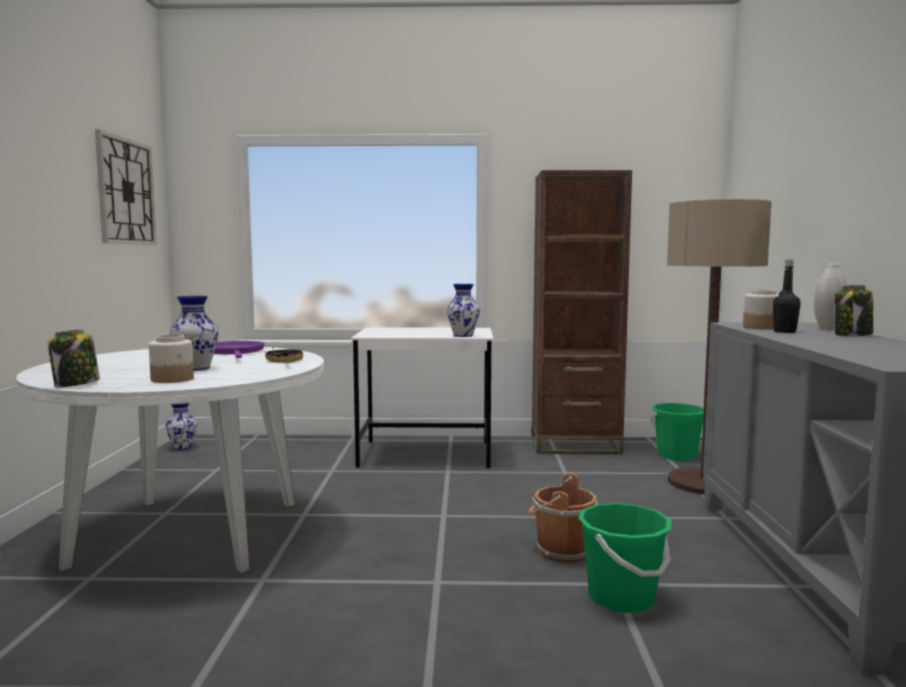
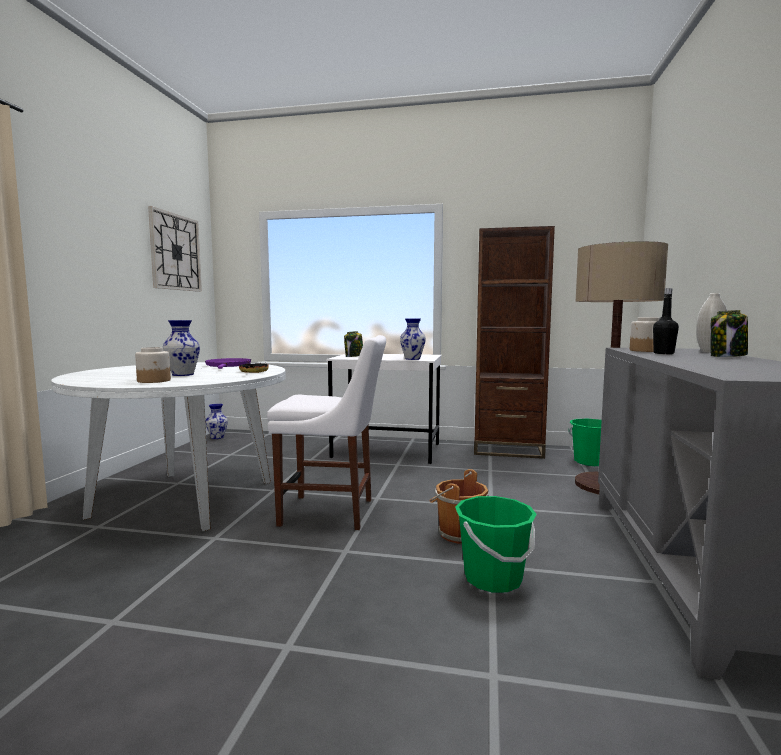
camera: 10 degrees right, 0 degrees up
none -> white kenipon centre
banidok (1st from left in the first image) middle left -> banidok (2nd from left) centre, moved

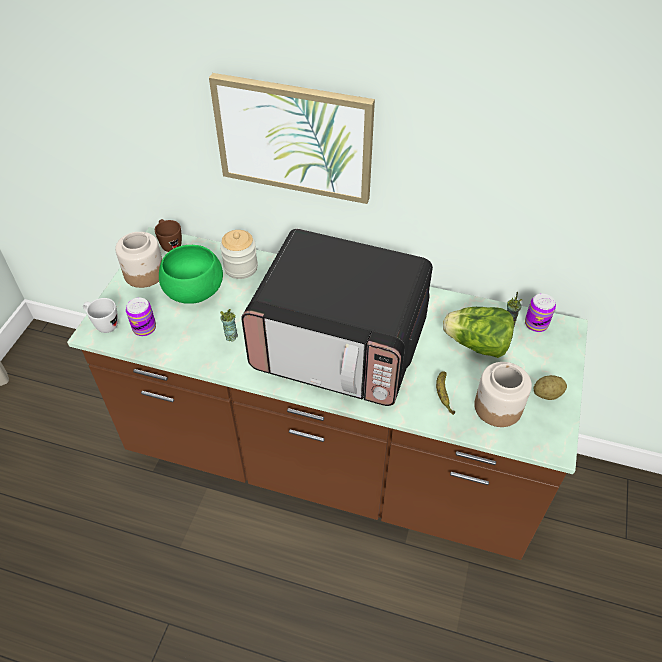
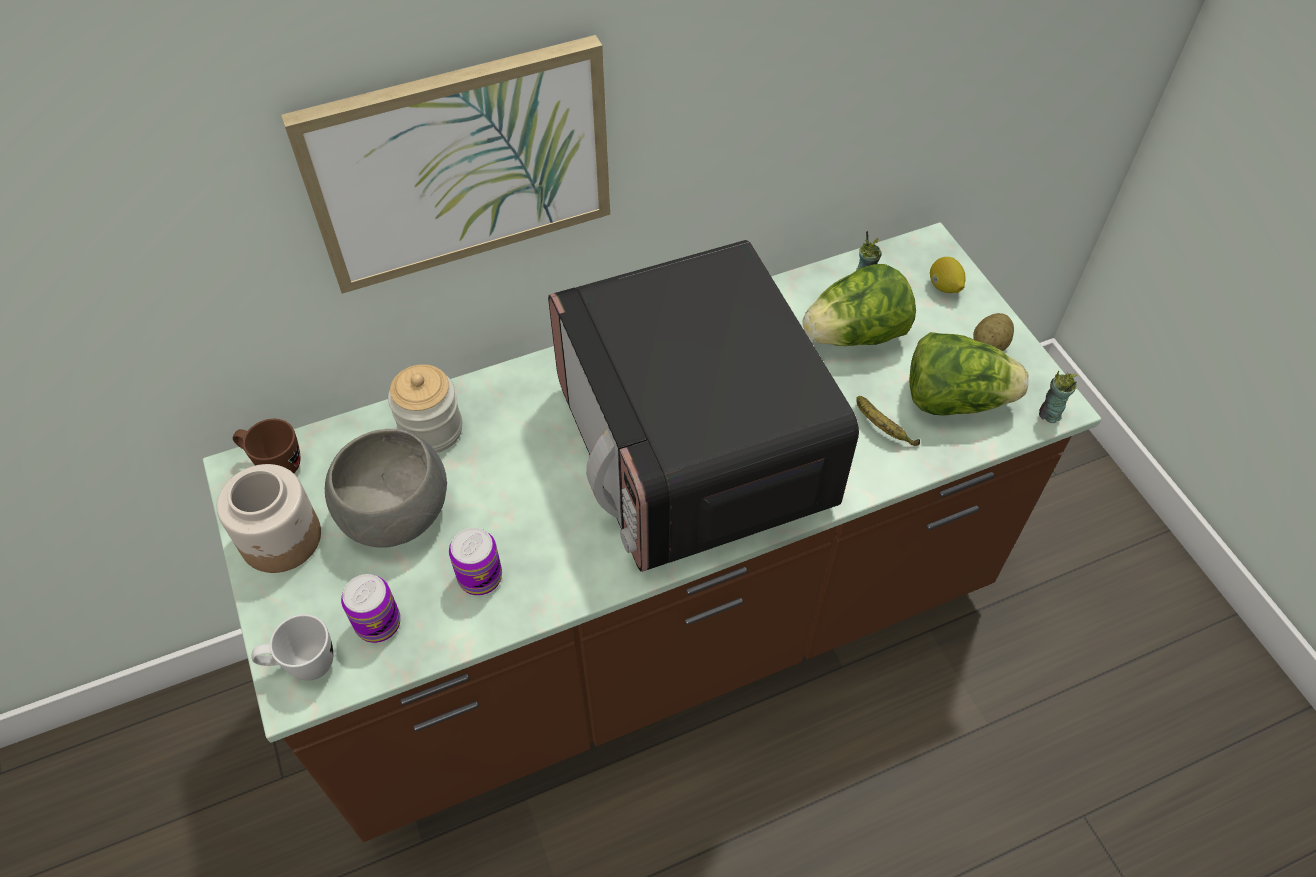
camera: 40 degrees left, 5 degrees up
none -> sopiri top right
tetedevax (1st from left in the first image) centre -> tetedevax (2nd from left) middle right, moved
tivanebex (2nd from left) middle right -> tivanebex (2nd from left) centre, moved
banidok (3rd from left) middle right -> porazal (2nd from left) middle right
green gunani middle left -> grey gunani middle left
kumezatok centre, 90 degrees clockwise

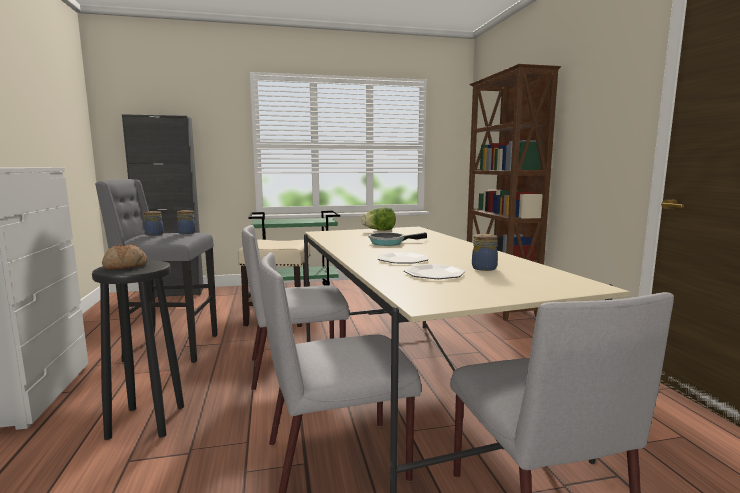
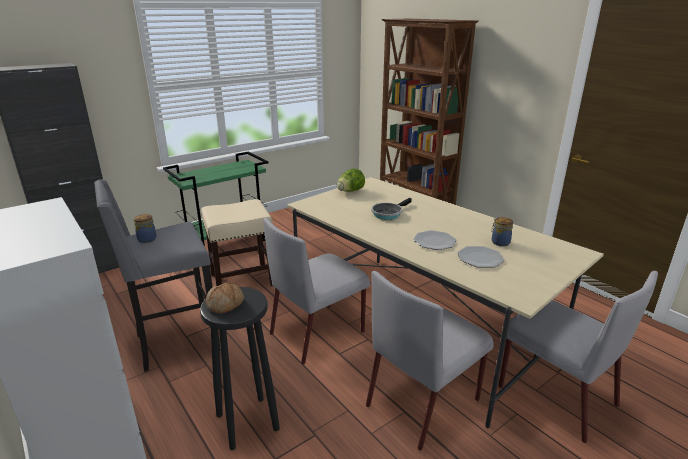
camera: 25 degrees left, 15 degrees up
banidok (2nd from left) middle left -> none

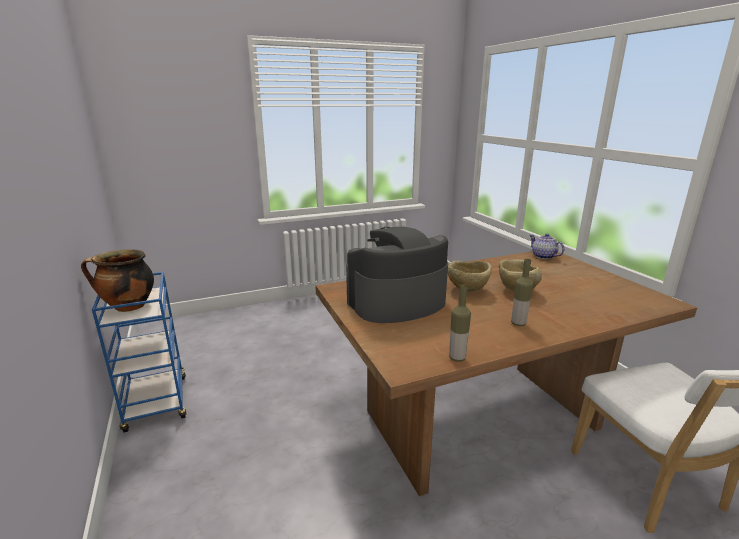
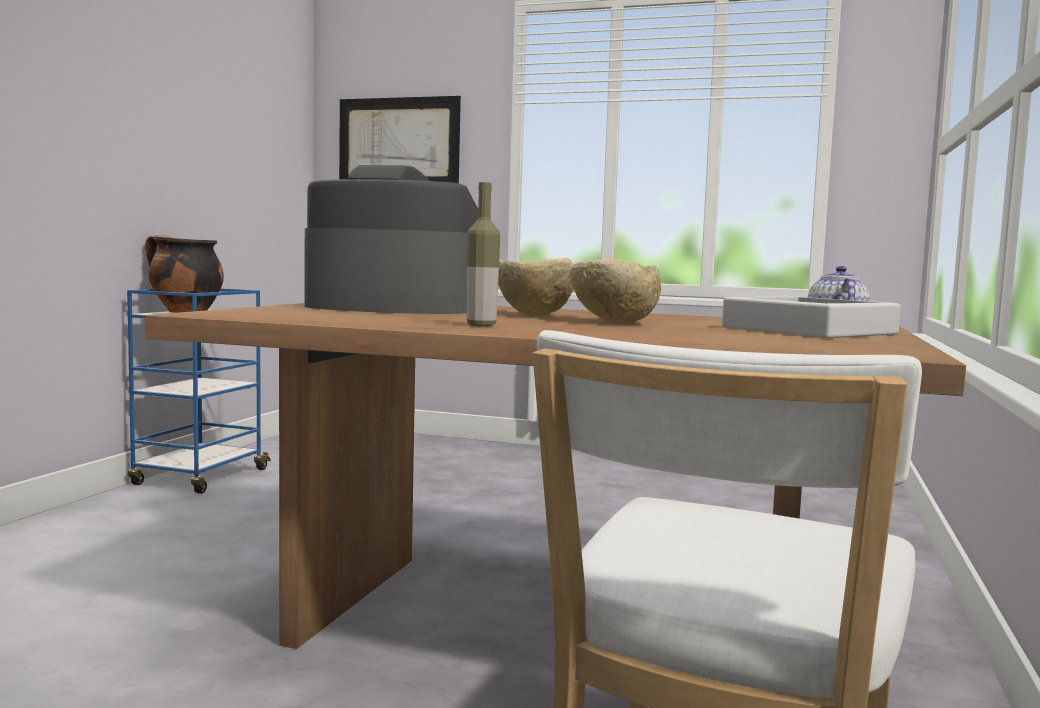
camera: 40 degrees right, 15 degrees down
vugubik (1st from left) centre -> none
none -> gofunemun top centre
none -> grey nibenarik middle right

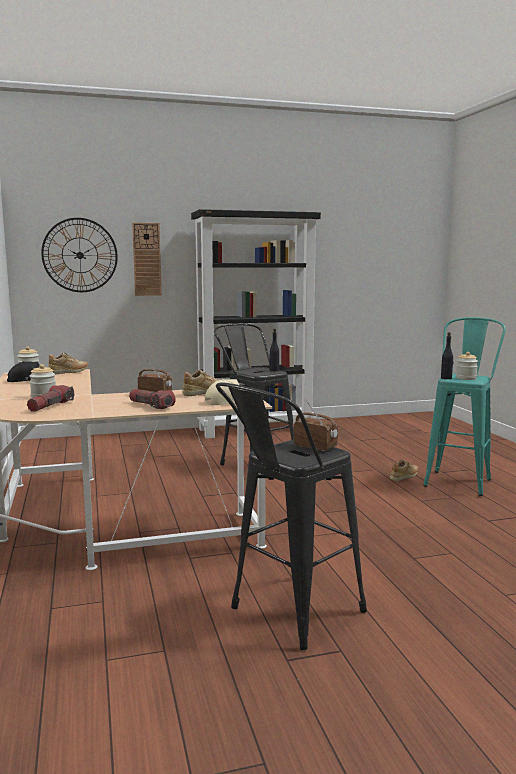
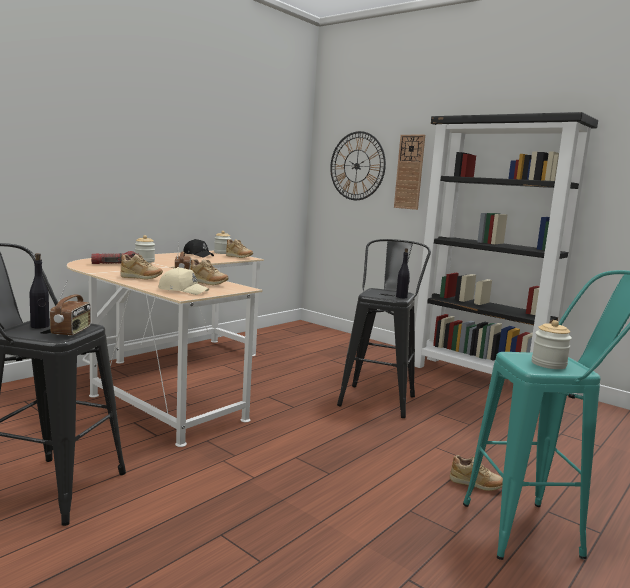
camera: 55 degrees right, 0 degrees up
black vugubik (2nd from left in the first image) middle right -> black vugubik (1st from left) middle left, moved
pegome (2nd from left) middle left -> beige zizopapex (1st from left) middle left

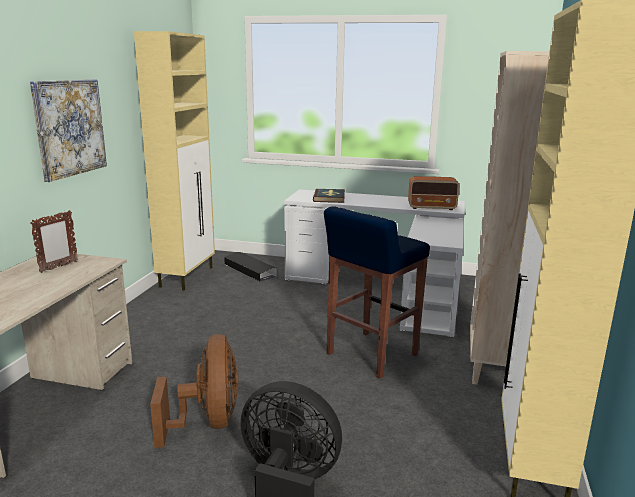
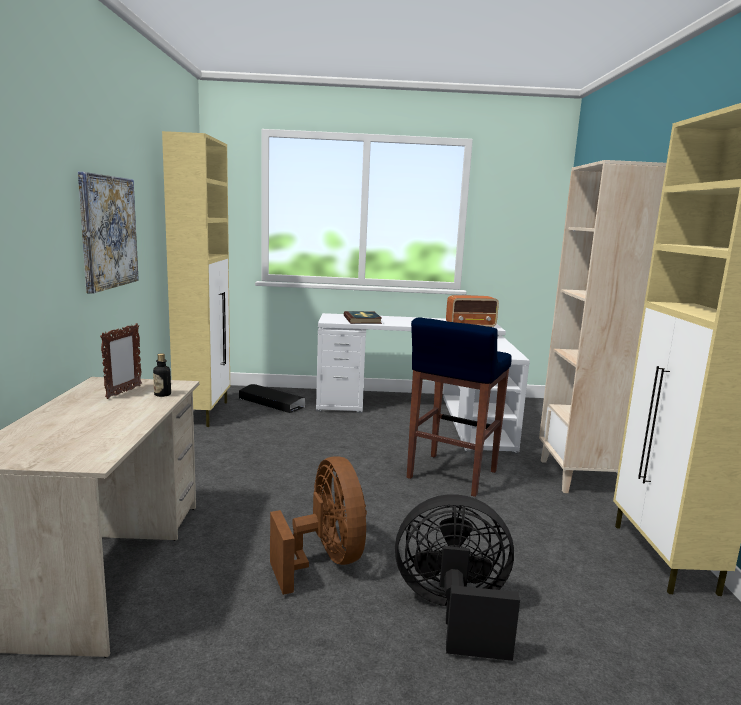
camera: 15 degrees left, 5 degrees down
none -> vugubik middle left

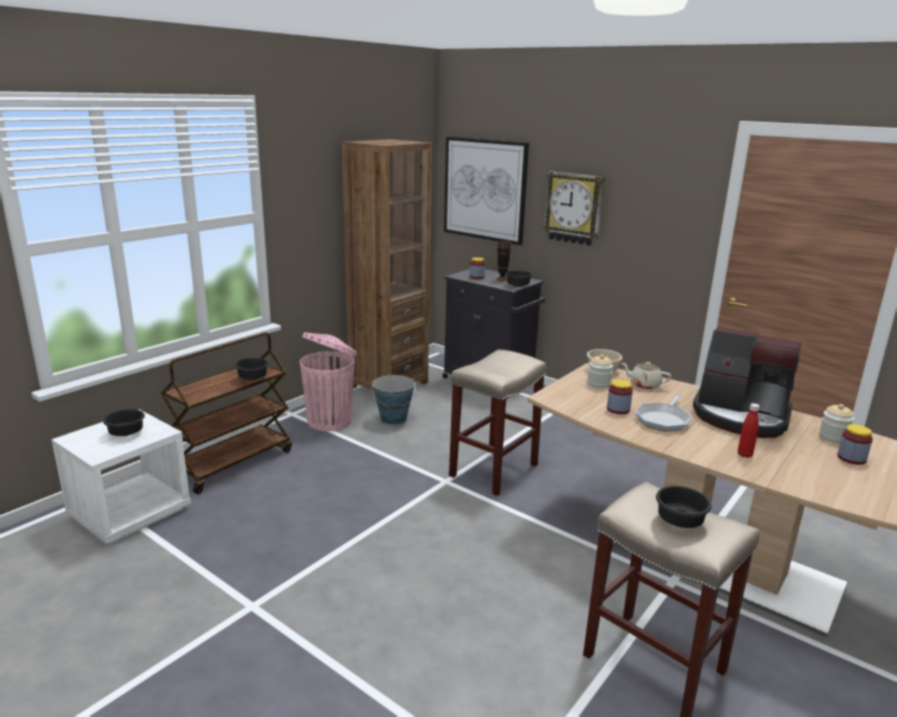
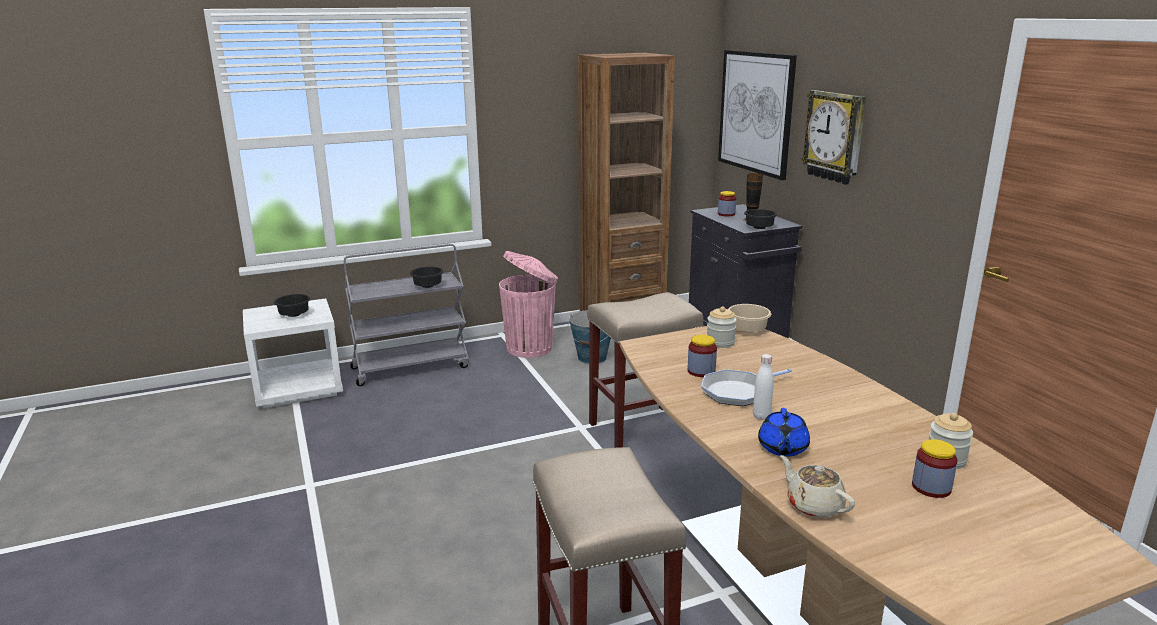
camera: 30 degrees right, 0 degrees up
black gunani (4th from left) bottom right -> none
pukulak middle right -> none
none -> white vugubik centre
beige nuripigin middle right -> beige nuripigin bottom right, moved
red vugubik middle right -> blue nuripigin bottom right
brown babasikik middle left -> grey babasikik centre

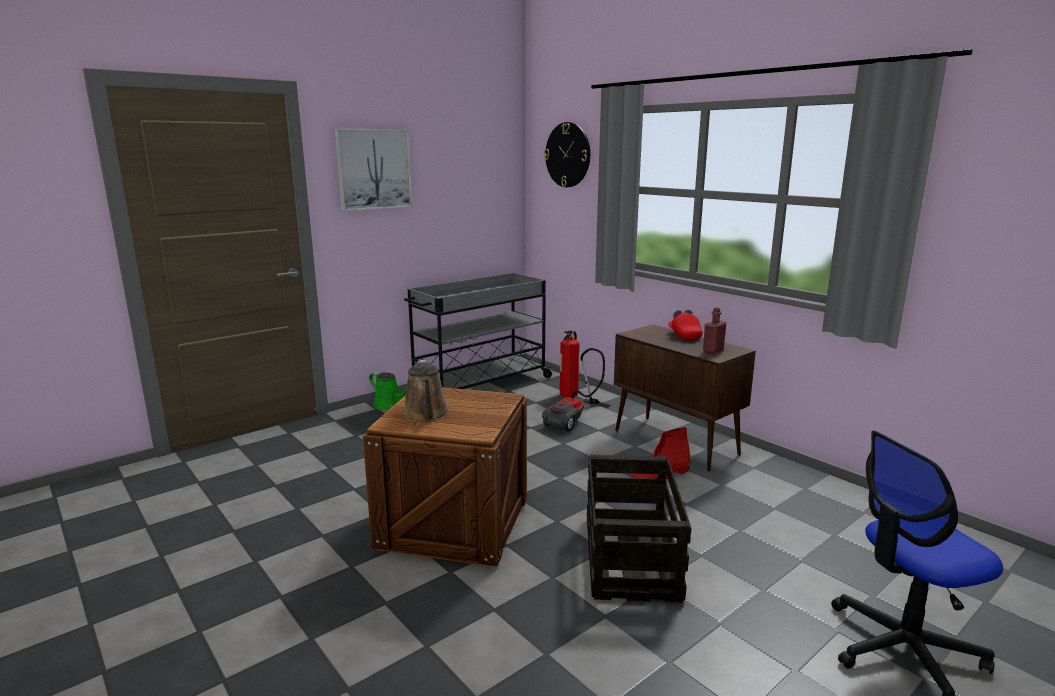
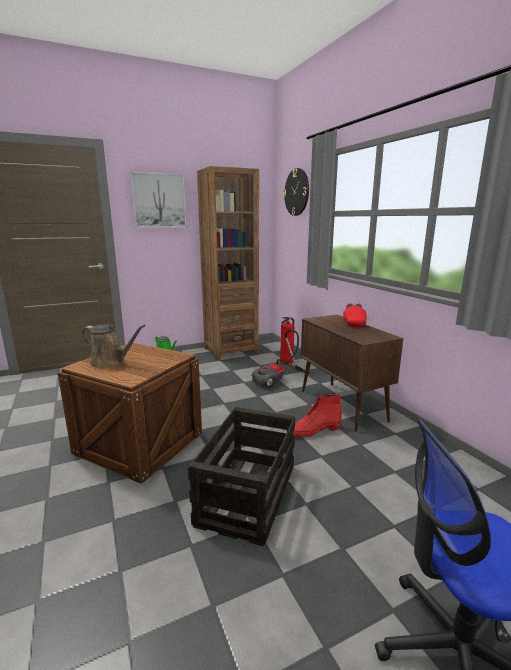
camera: 15 degrees right, 0 degrees up
red vugubik middle right -> none
grey babasikik centre -> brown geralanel centre
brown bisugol centre -> brown bisugol middle left, 75 degrees counterclockwise

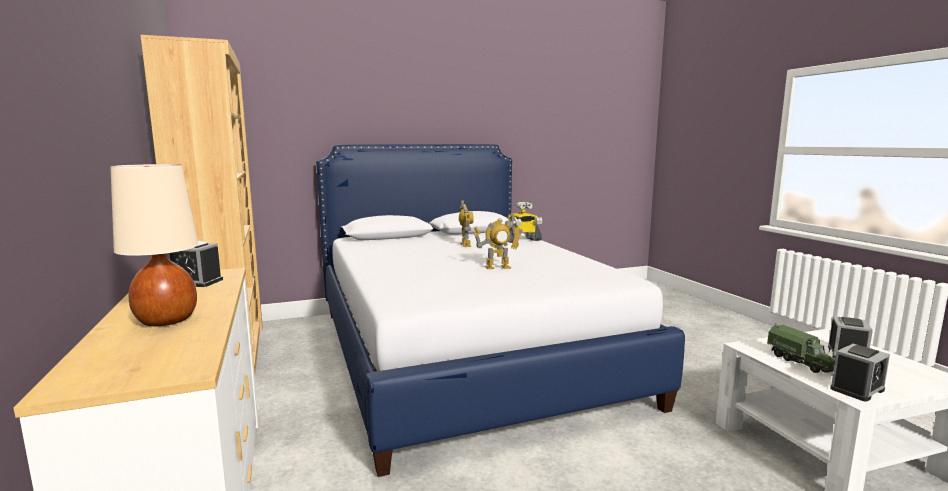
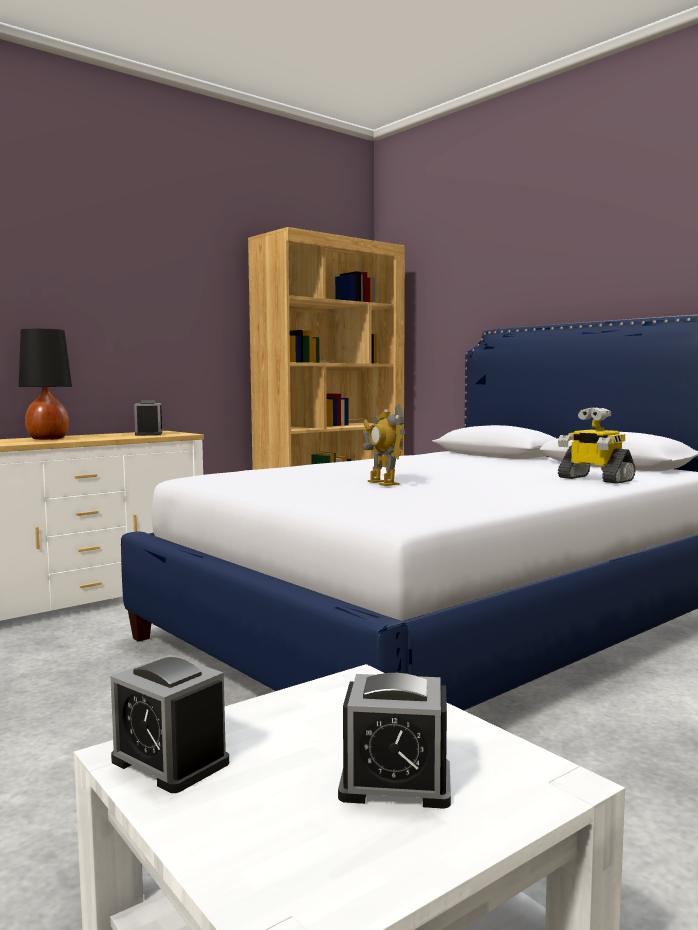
camera: 70 degrees right, 5 degrees down
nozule (1st from left) centre -> none
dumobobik bottom right -> none
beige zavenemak middle left -> black zavenemak middle left

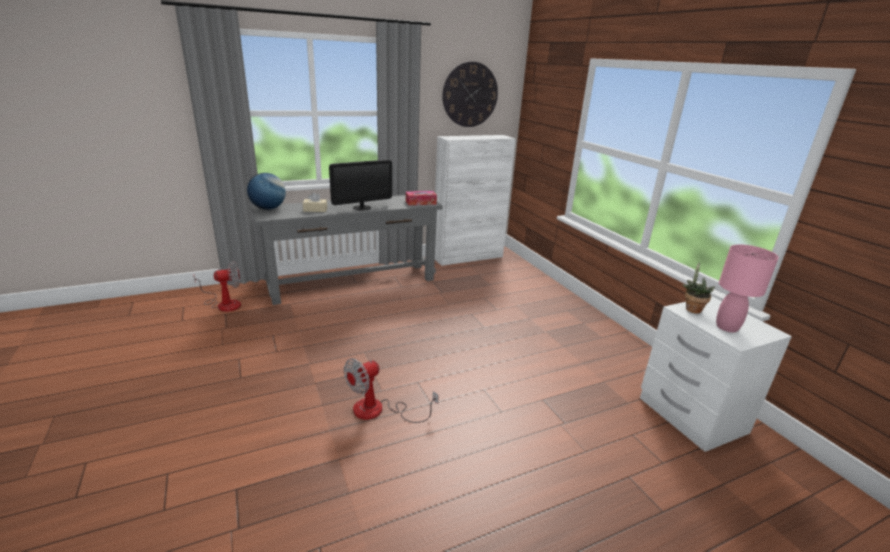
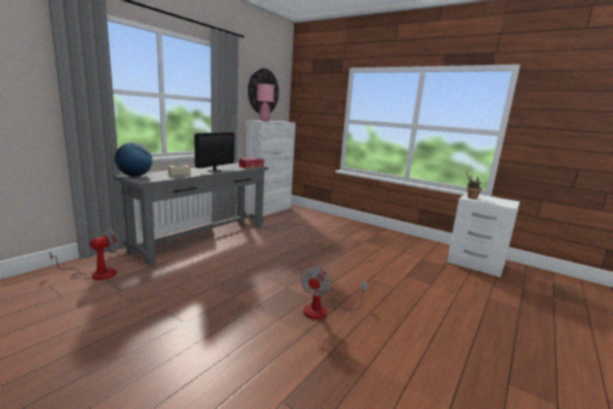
camera: 30 degrees left, 10 degrees down
pink zavenemak middle right -> pink zavenemak top centre, moved

